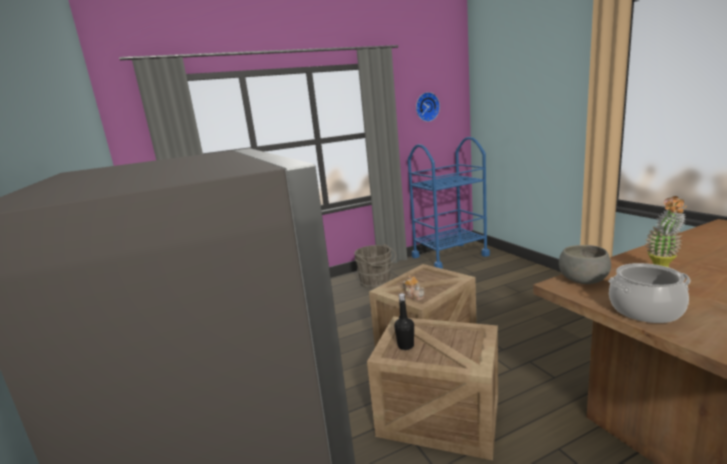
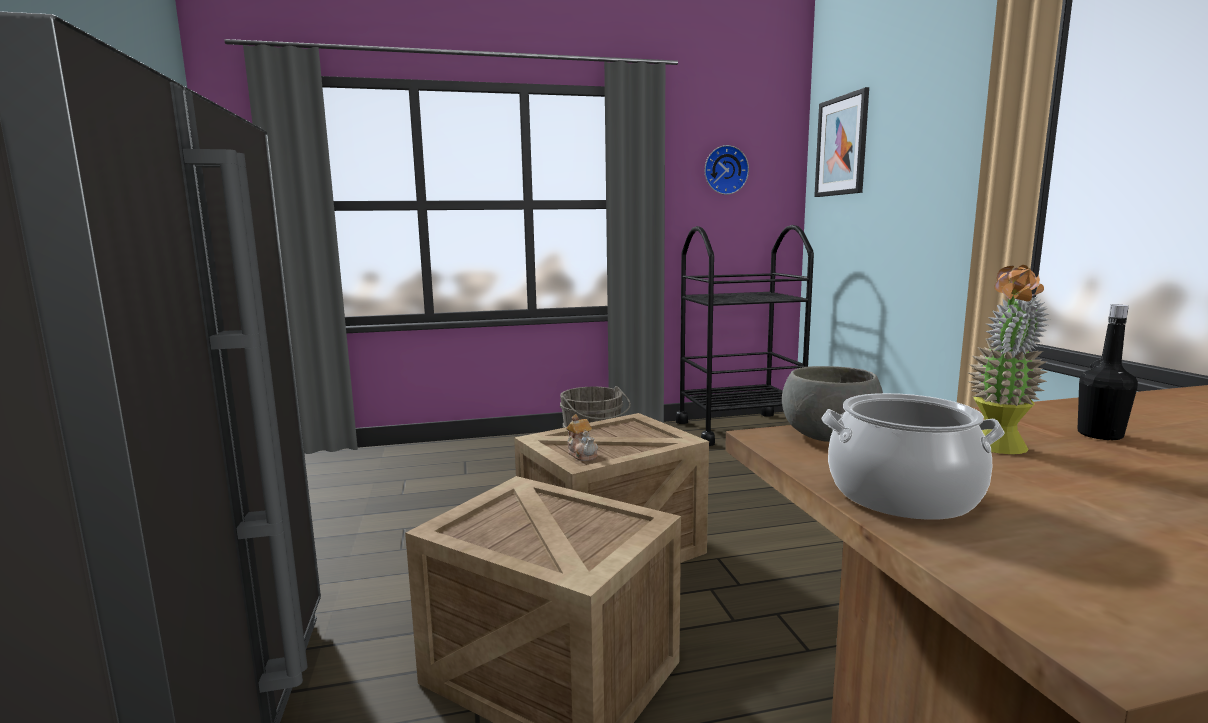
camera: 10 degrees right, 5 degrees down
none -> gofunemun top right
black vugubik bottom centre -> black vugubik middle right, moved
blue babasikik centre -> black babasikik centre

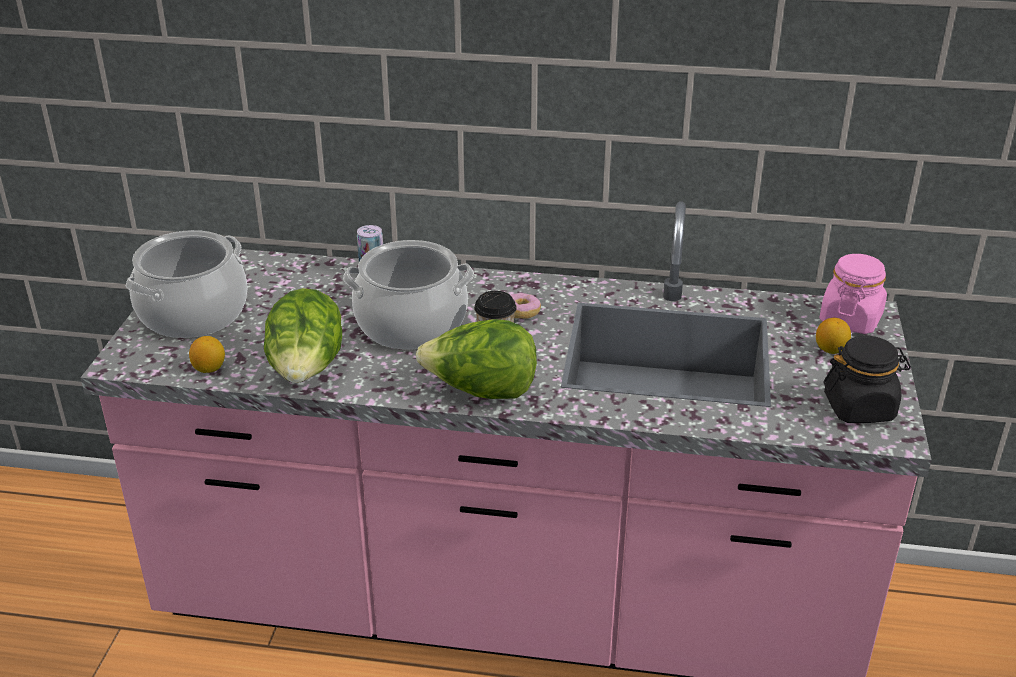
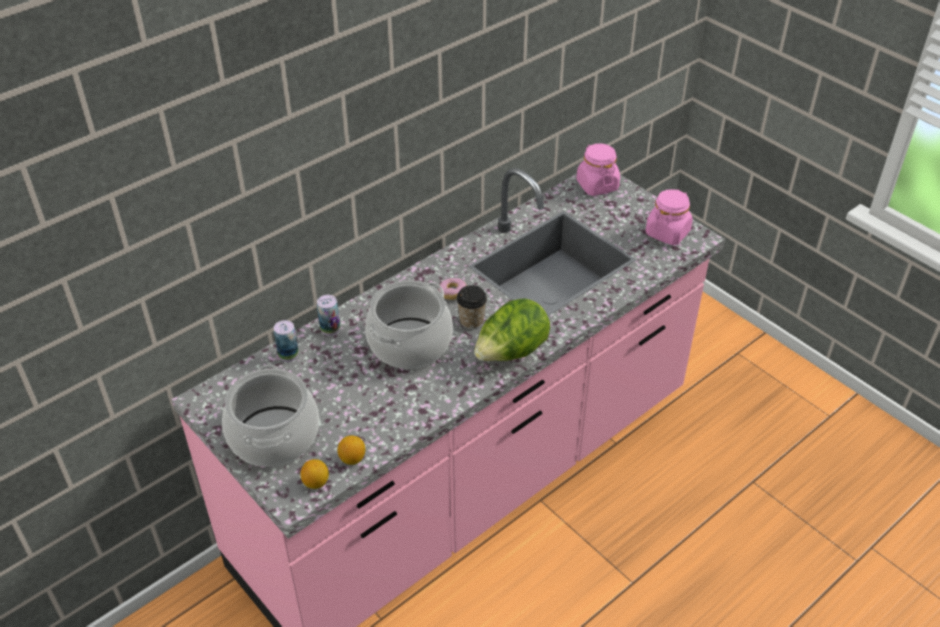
camera: 50 degrees left, 10 degrees up
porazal (1st from left) middle left -> none
none -> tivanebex (1st from left) middle left
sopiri (2nd from left in the first image) middle right -> sopiri (1st from left) bottom centre, moved
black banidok middle right -> pink banidok (2nd from left) middle right

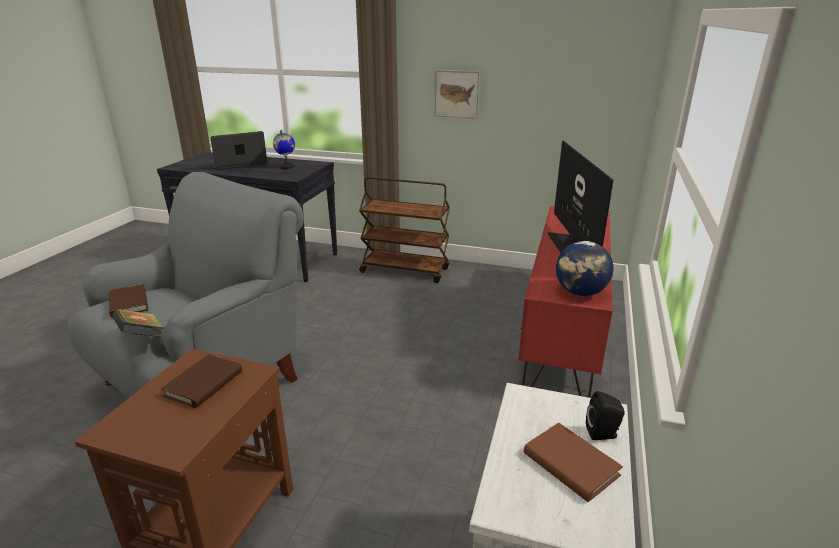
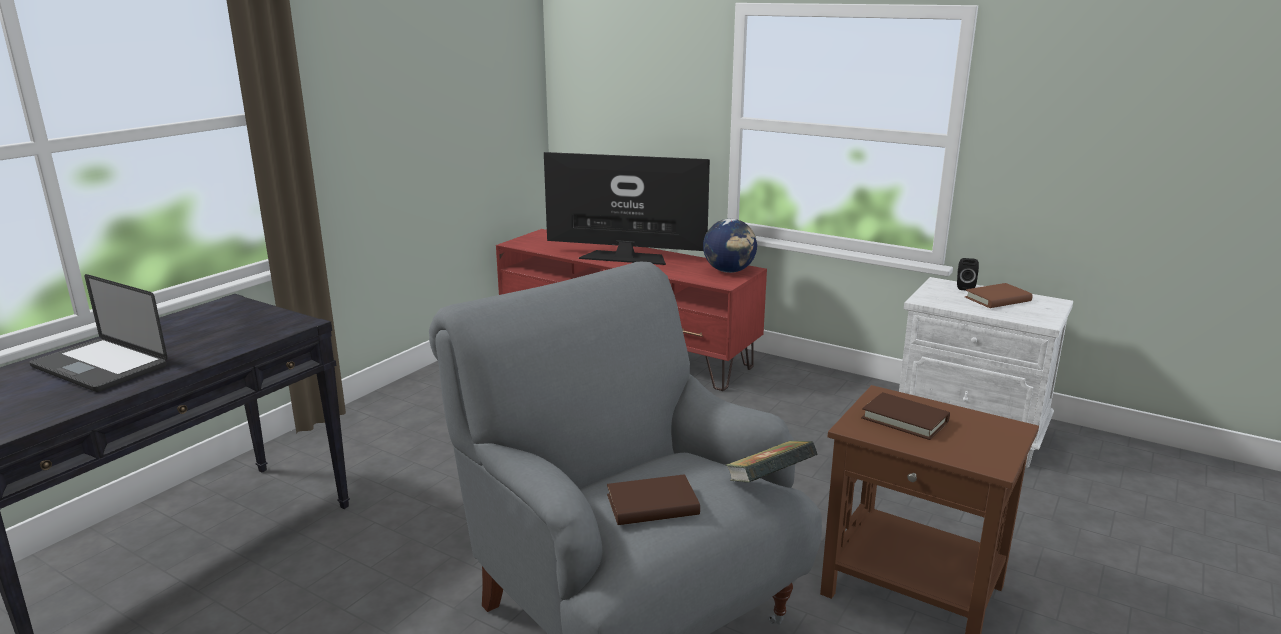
camera: 75 degrees left, 5 degrees down
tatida (1st from left) top centre -> none
brown babasikik centre -> none
gofunemun top centre -> none
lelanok top left -> lelanok middle left, 45 degrees counterclockwise

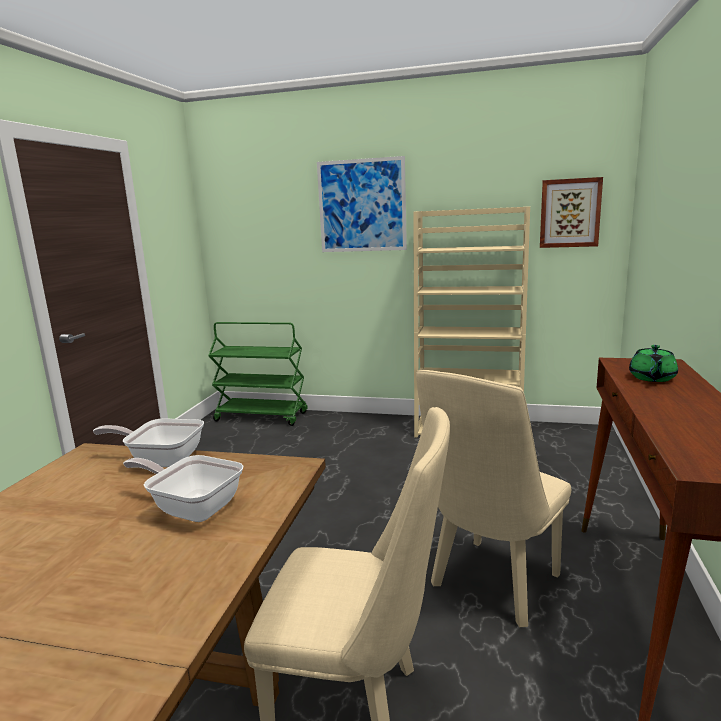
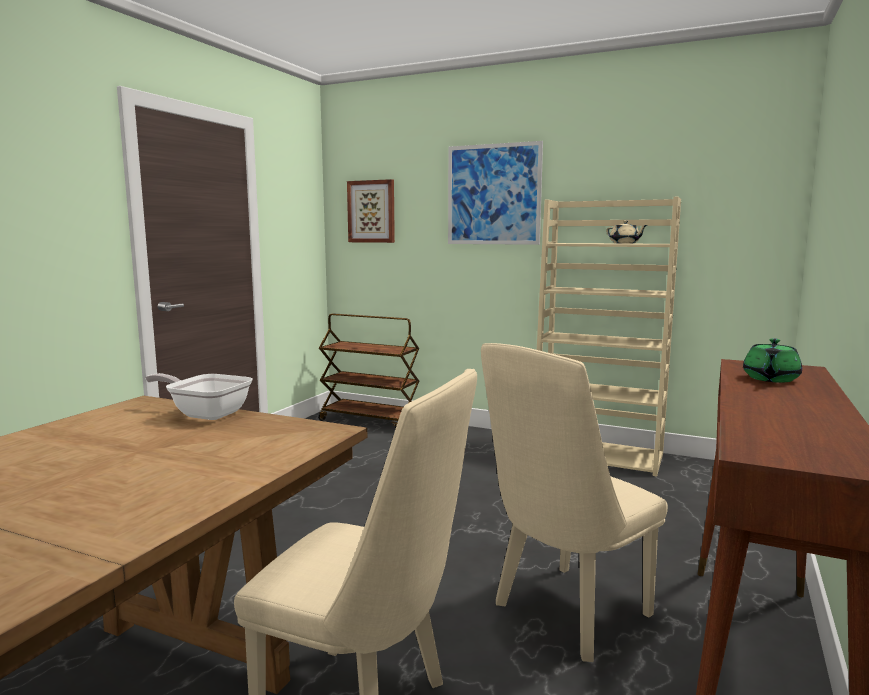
camera: 10 degrees right, 5 degrees down
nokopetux (2nd from left) bottom left -> none
none -> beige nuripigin middle right
gofunemun (2nd from left in the first image) top right -> gofunemun (1st from left) top centre, moved
green babasikik centre -> brown babasikik centre

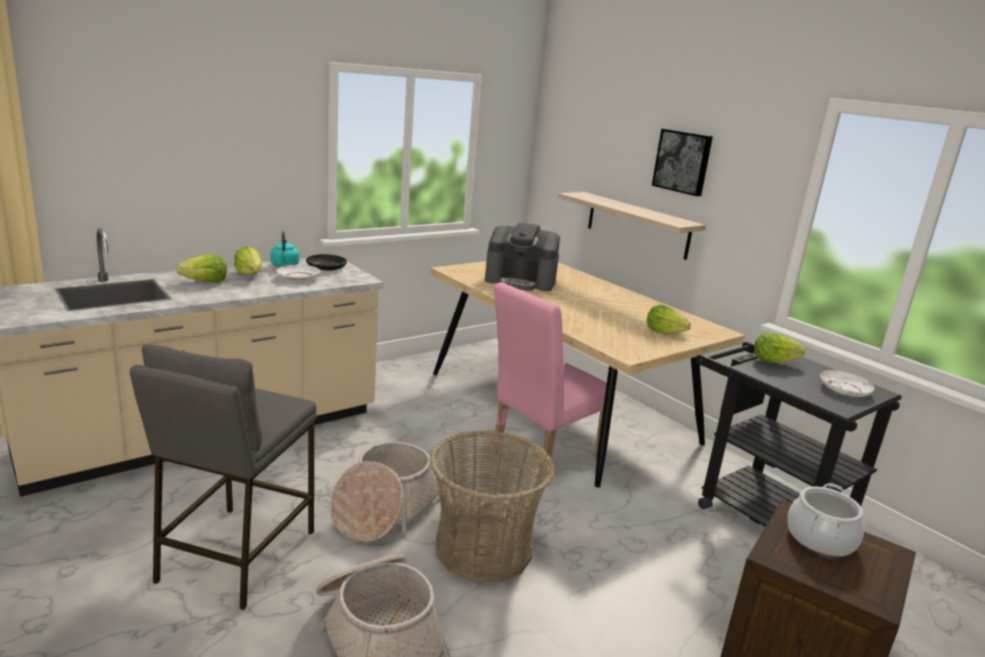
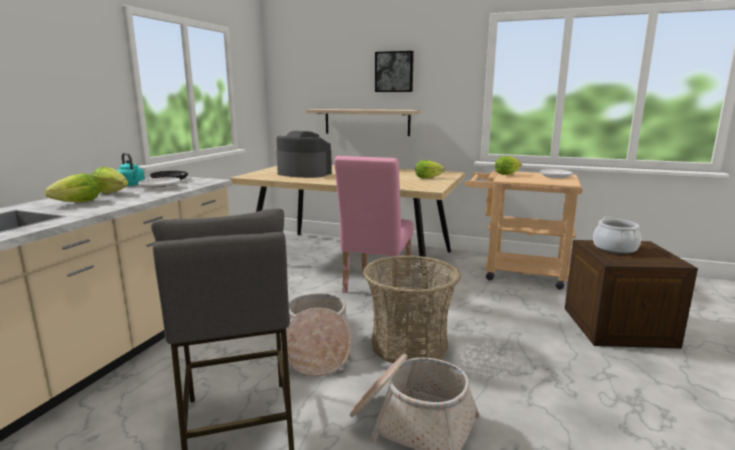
camera: 30 degrees left, 5 degrees down
black babasikik middle right -> beige babasikik middle right
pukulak centre, 135 degrees counterclockwise

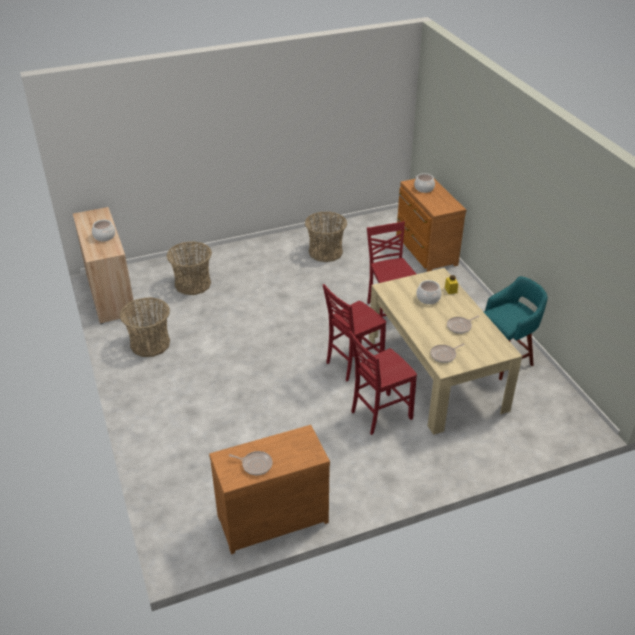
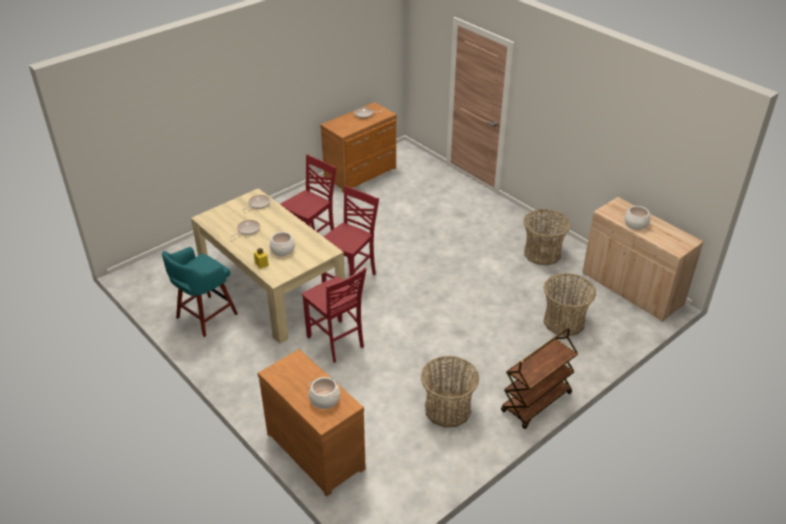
camera: 160 degrees right, 0 degrees up
none -> brown babasikik bottom right

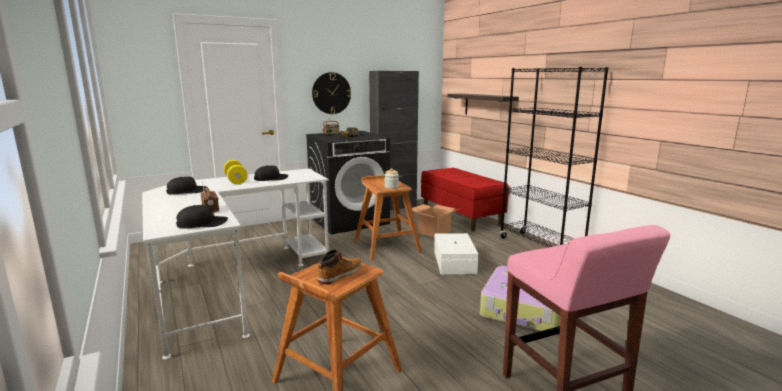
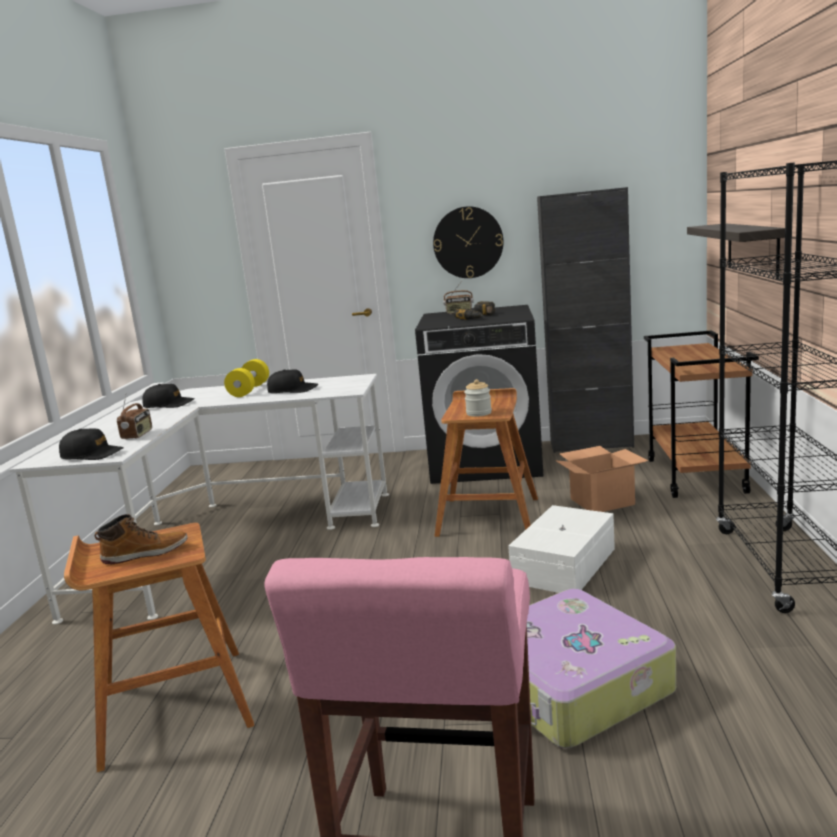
camera: 35 degrees right, 0 degrees up
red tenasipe centre -> brown babasikik middle right

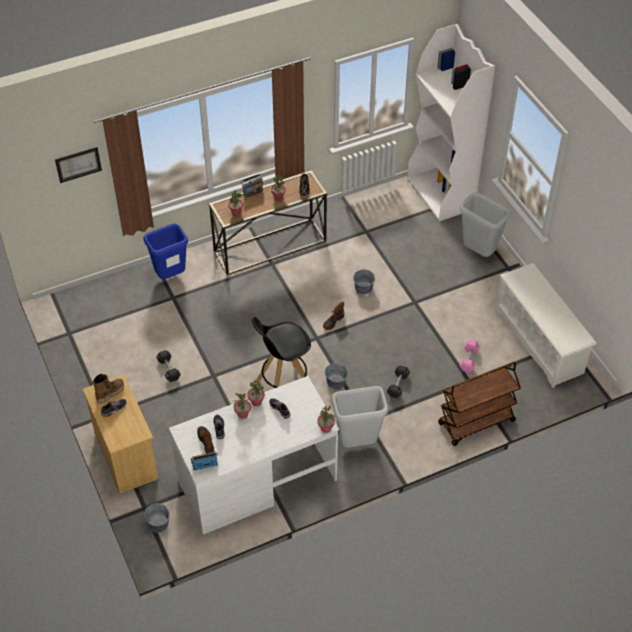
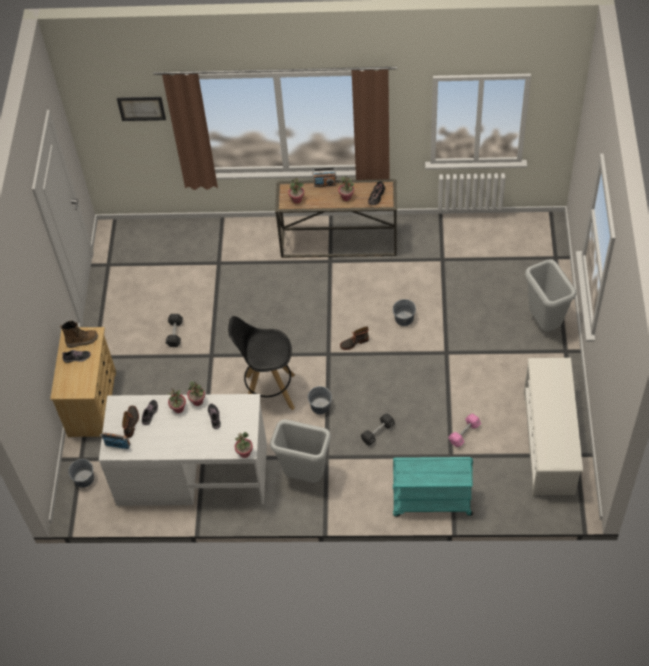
camera: 30 degrees right, 5 degrees up
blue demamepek middle left -> none
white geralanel top right -> none
brown babasikik middle right -> turquoise babasikik bottom right

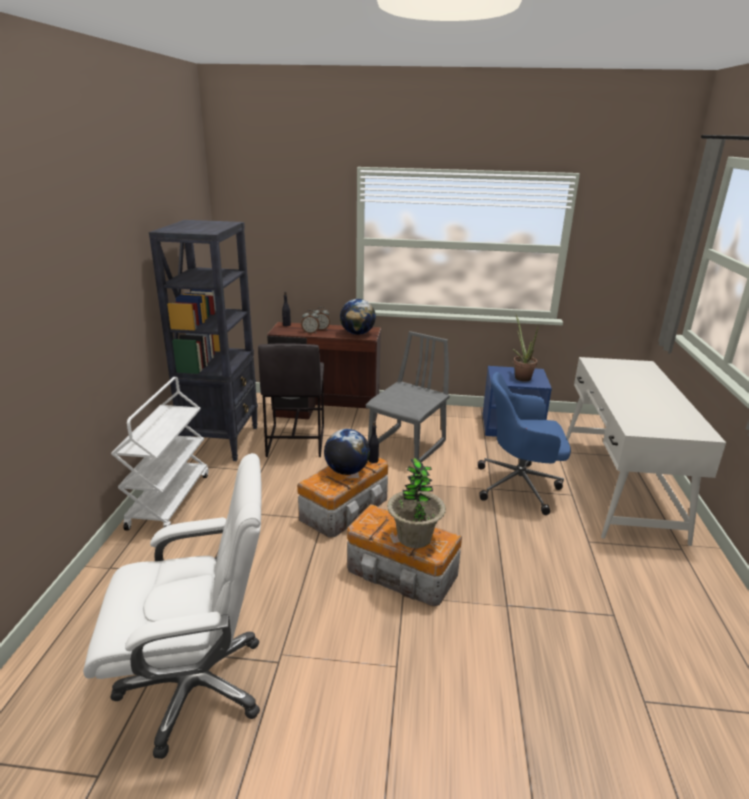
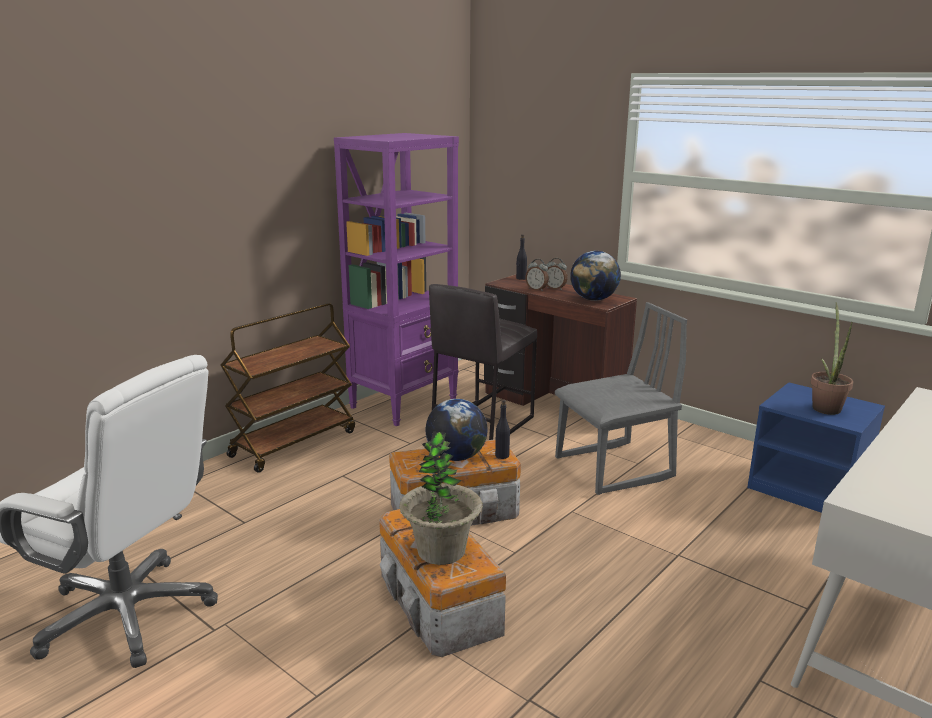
camera: 35 degrees right, 5 degrees down
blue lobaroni middle right -> none
white babasikik middle left -> brown babasikik middle left
black geralanel middle left -> purple geralanel centre

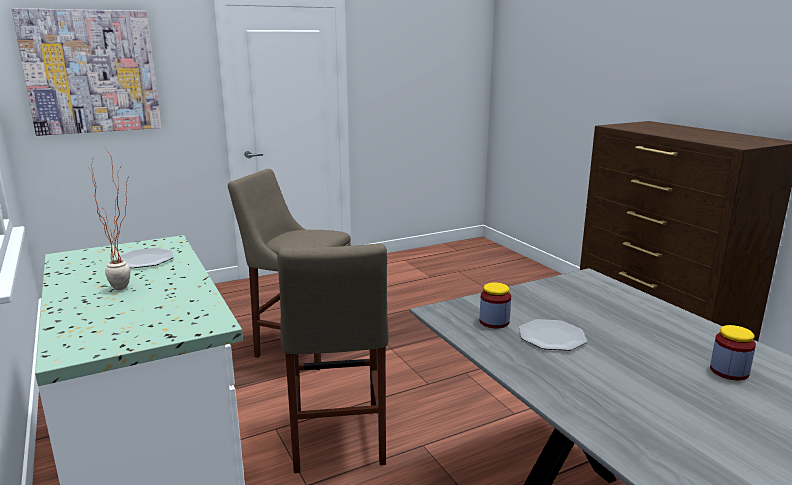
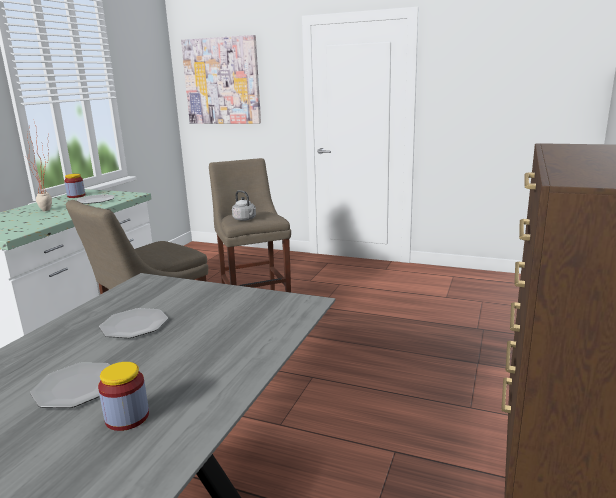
camera: 50 degrees right, 0 degrees up
none -> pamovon (1st from left) bottom left
none -> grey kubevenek centre
banidok (1st from left) centre -> banidok (1st from left) middle left, moved

